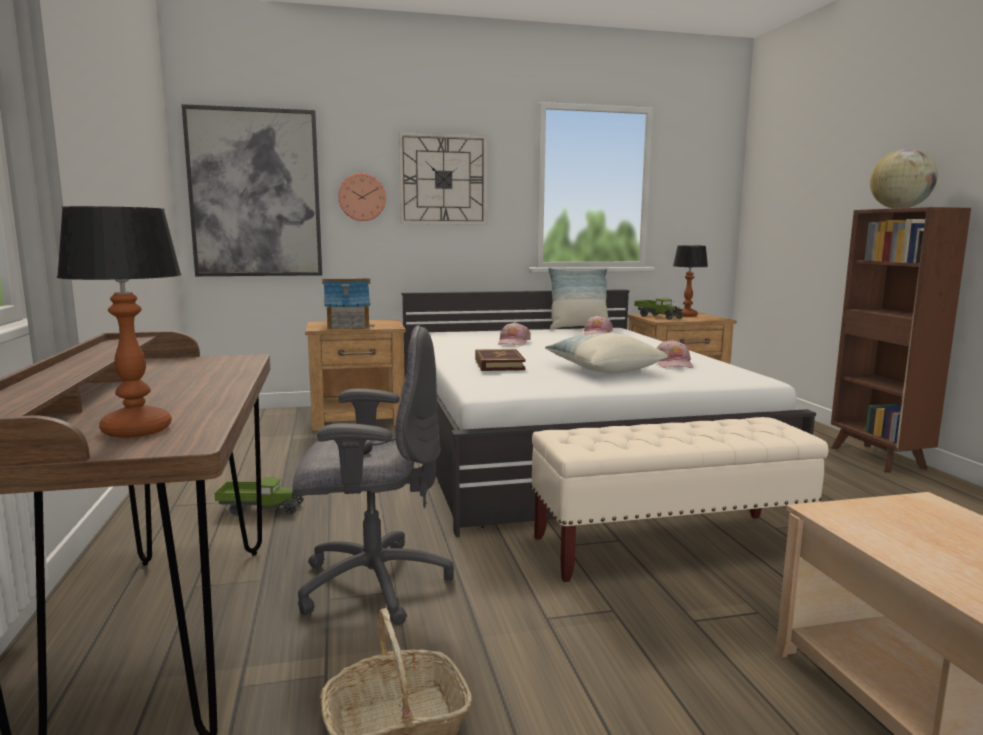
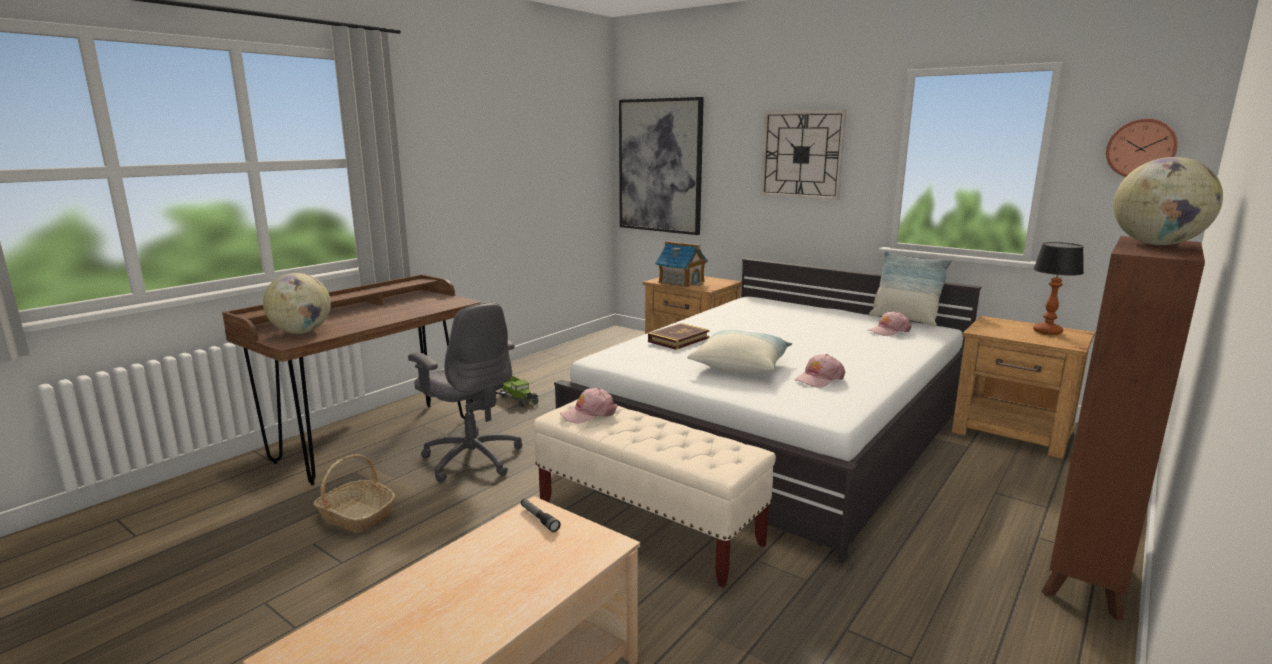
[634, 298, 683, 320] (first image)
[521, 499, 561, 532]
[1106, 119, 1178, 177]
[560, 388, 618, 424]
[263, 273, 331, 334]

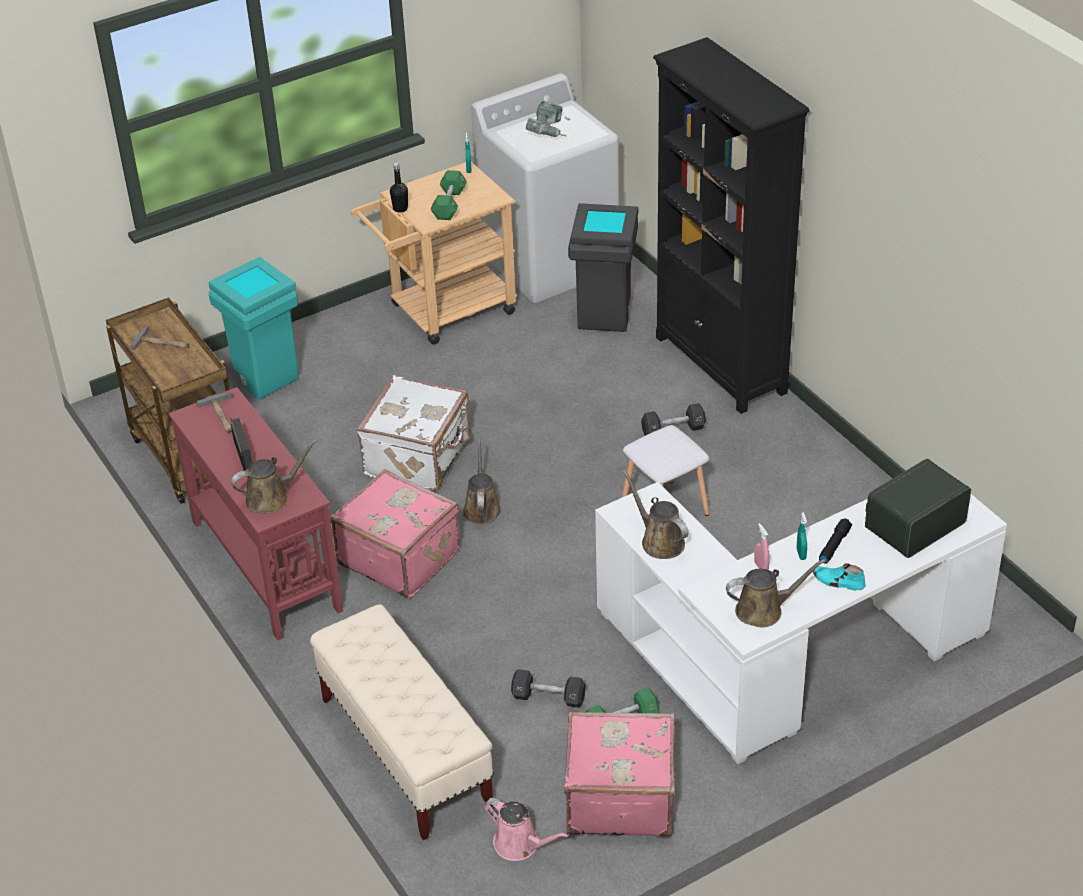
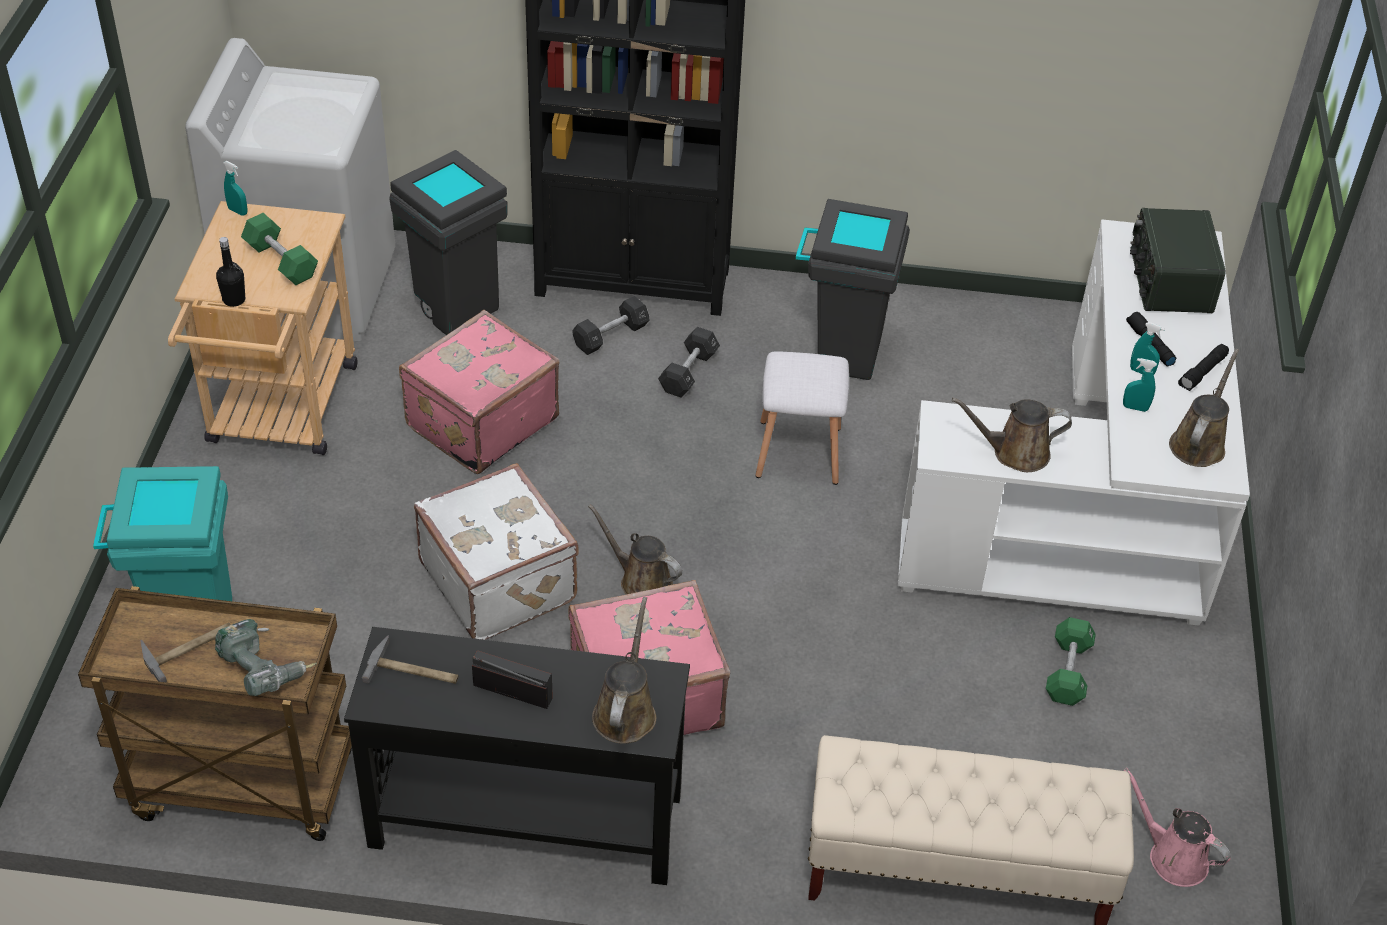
[796, 199, 910, 380]
[572, 296, 650, 355]
[215, 619, 317, 696]
[399, 310, 559, 474]
[1178, 344, 1229, 391]
[344, 627, 690, 885]
[1123, 358, 1157, 412]
[1124, 768, 1231, 887]

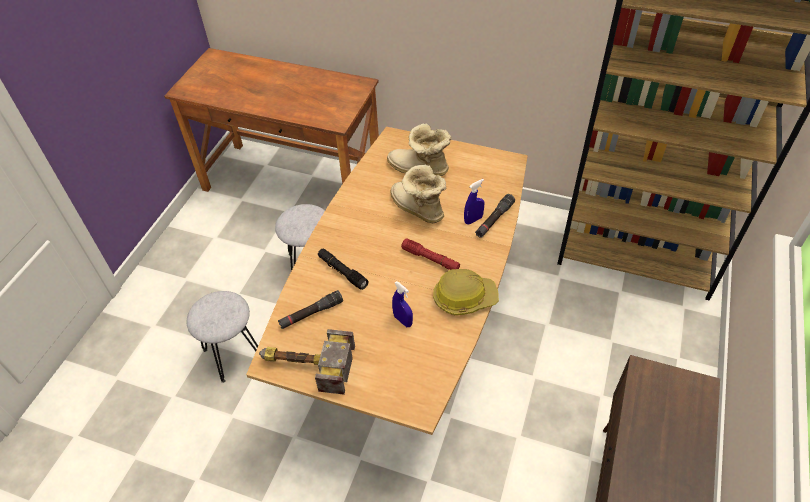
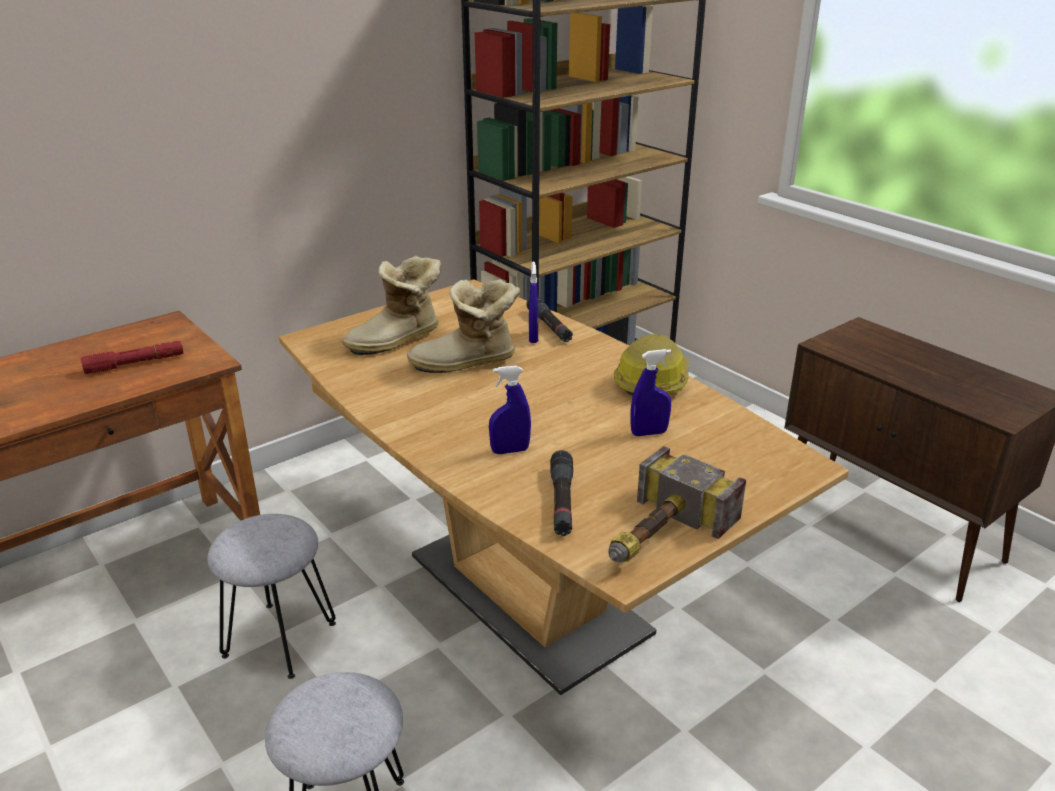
[81, 341, 183, 374]
[489, 366, 531, 454]

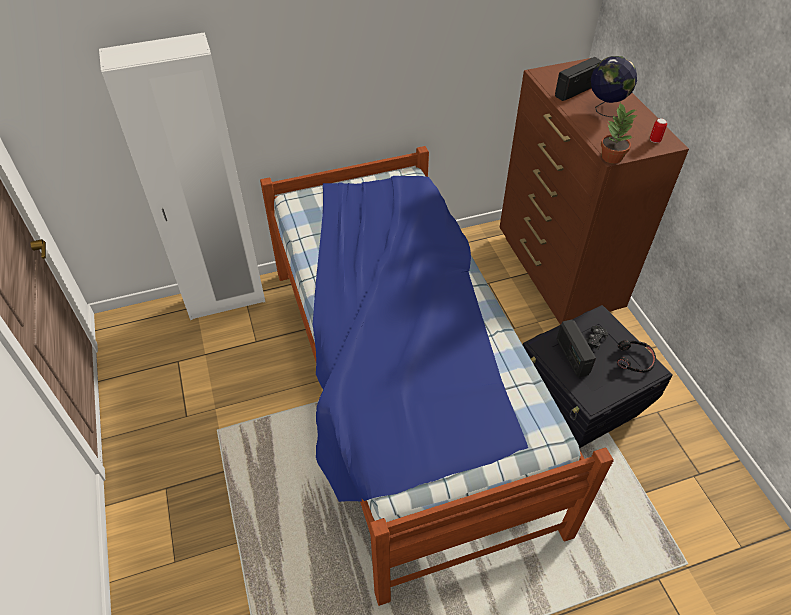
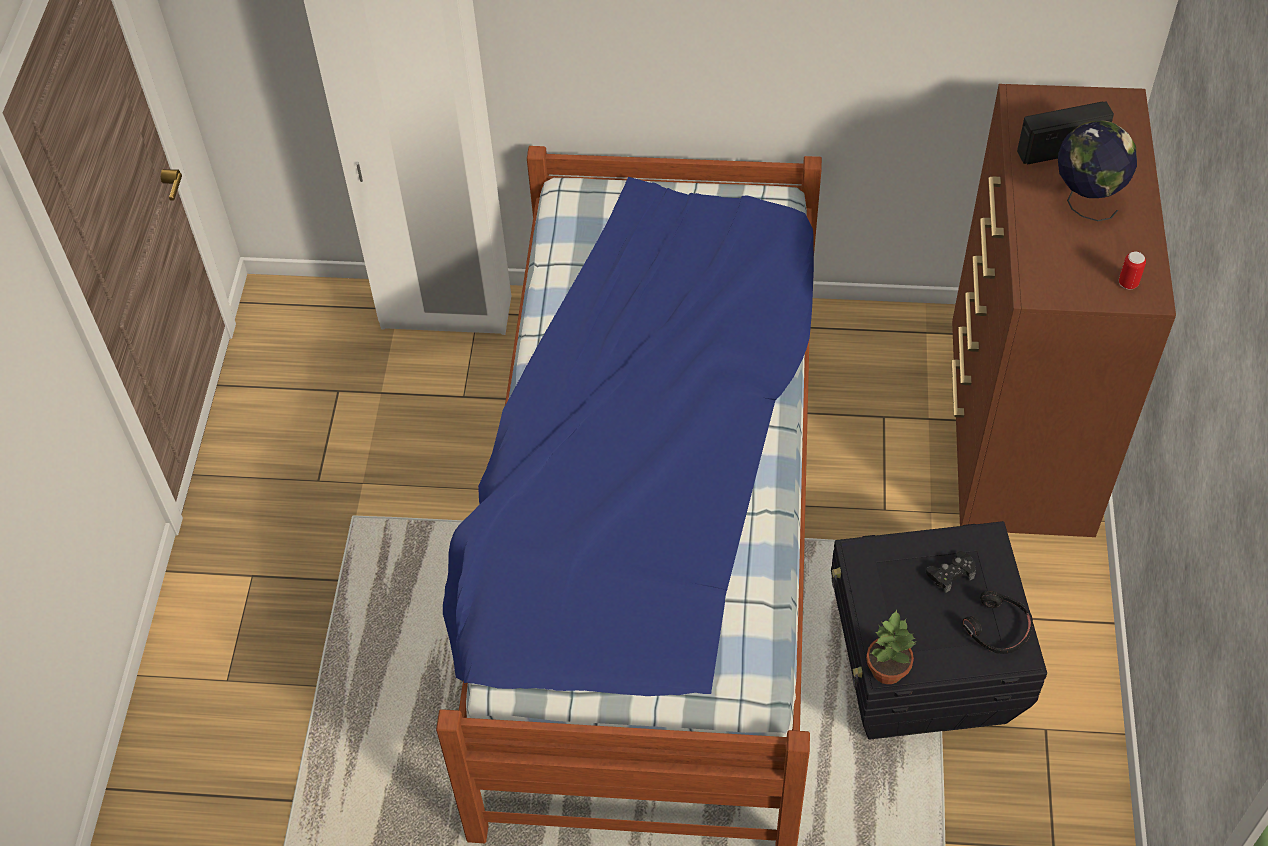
[557, 319, 596, 377] (first image)
[866, 609, 917, 684]

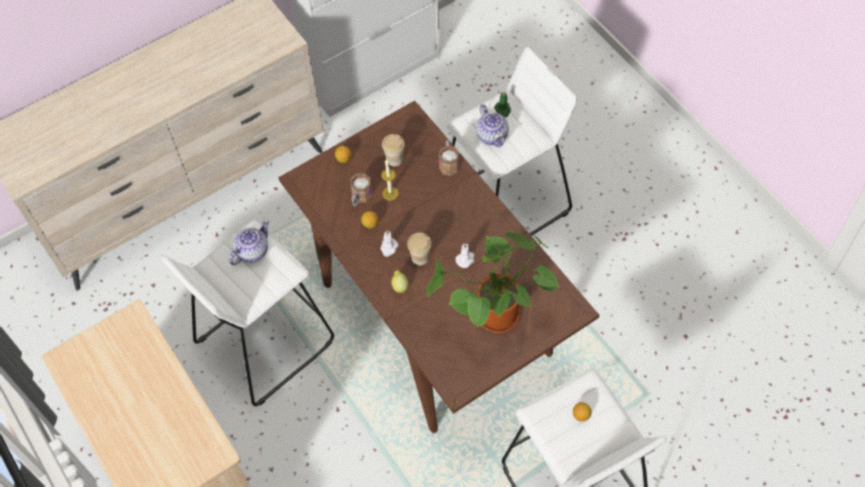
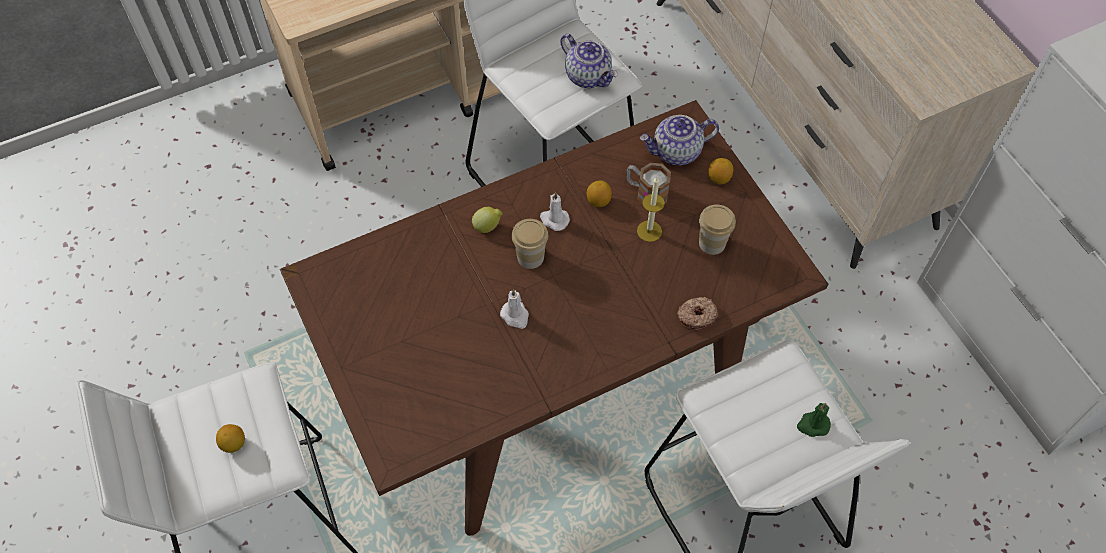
[427, 232, 560, 333] (first image)
[640, 115, 719, 166]
[677, 297, 718, 331]

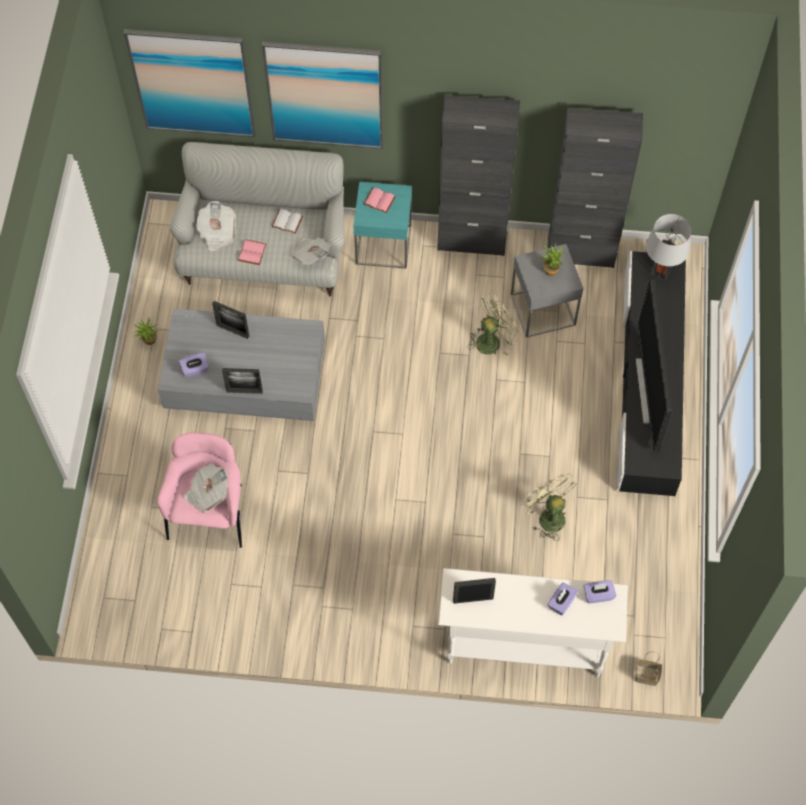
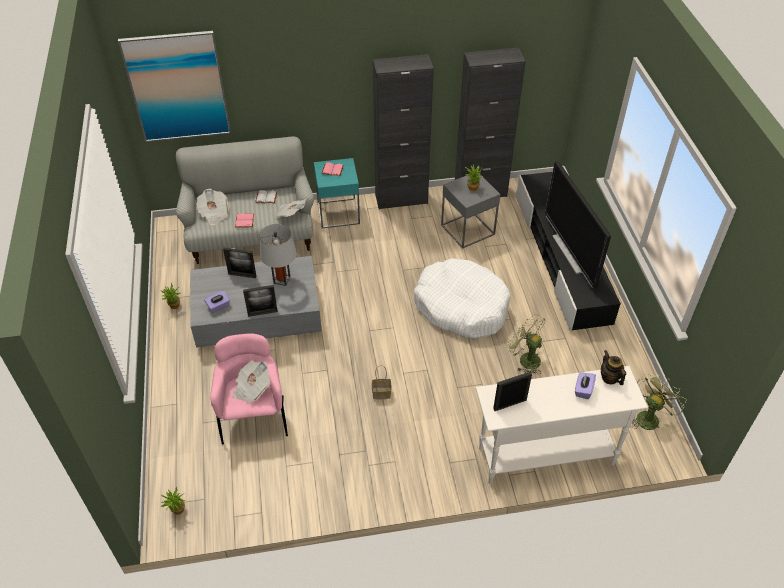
[262, 41, 383, 149] (first image)
[161, 486, 185, 514]
[414, 258, 511, 339]
[632, 373, 687, 430]
[372, 365, 391, 399]
[260, 224, 297, 286]
[601, 350, 626, 385]

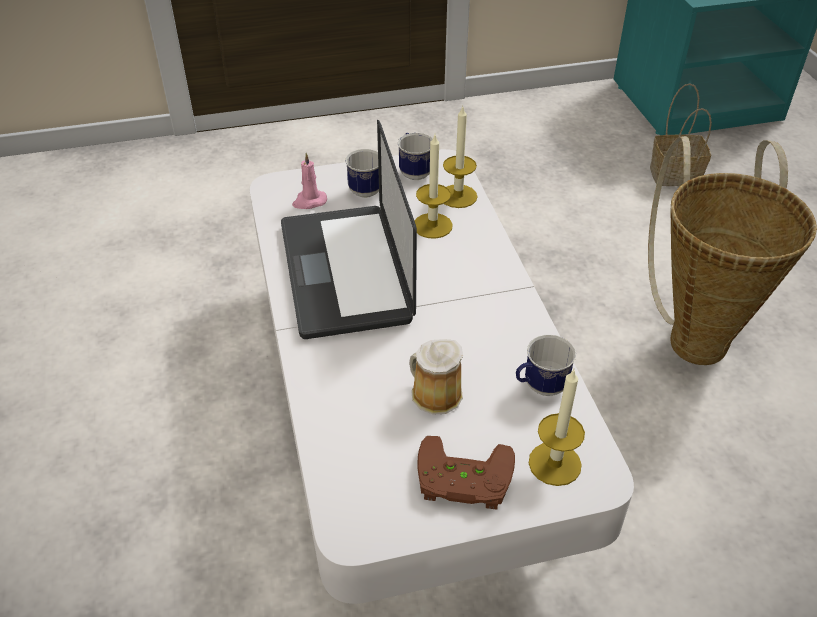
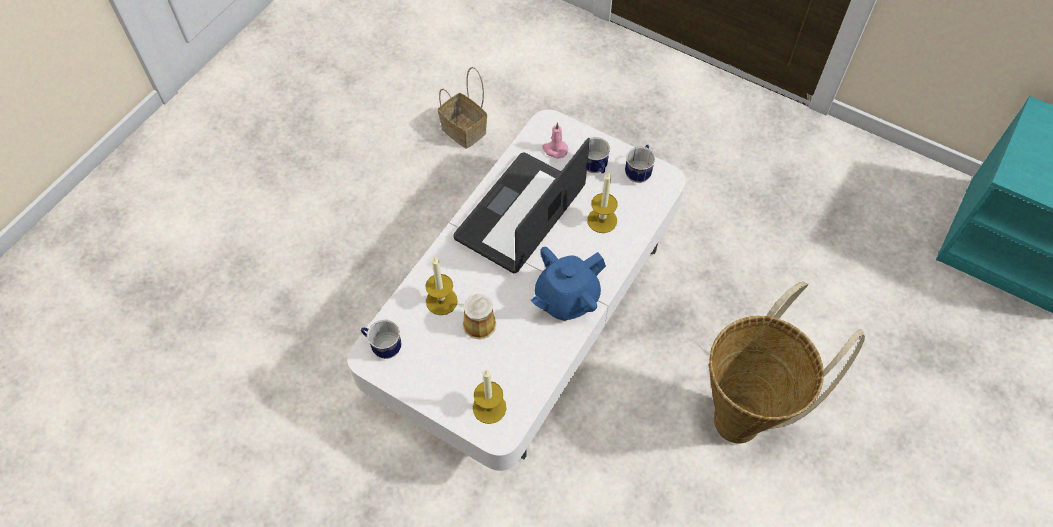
[417, 436, 515, 510] (first image)
[531, 247, 606, 321]
[425, 257, 458, 315]
[361, 319, 401, 359]
[438, 67, 487, 149]

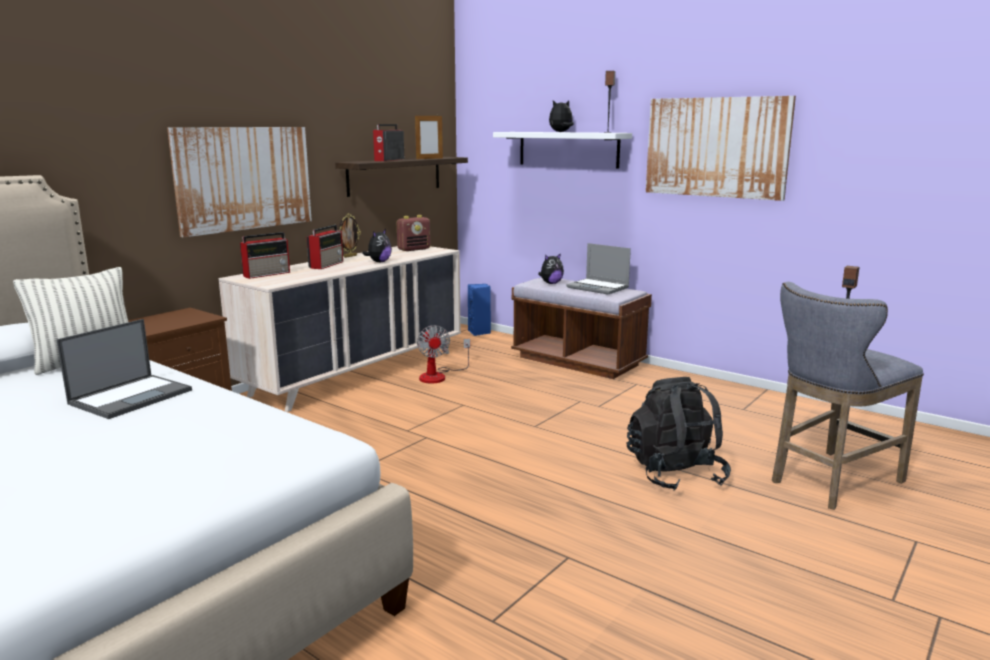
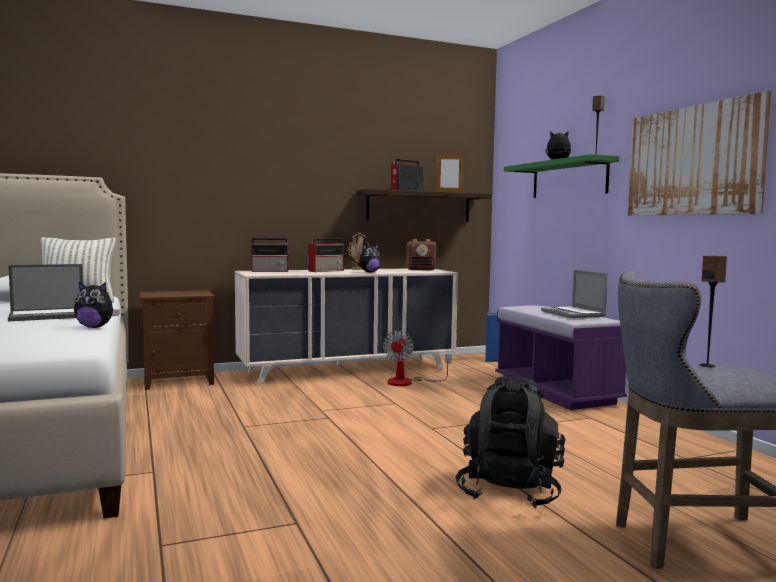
[167, 127, 312, 237] (first image)
[74, 282, 120, 328]
[504, 154, 619, 198]
[495, 305, 627, 410]

